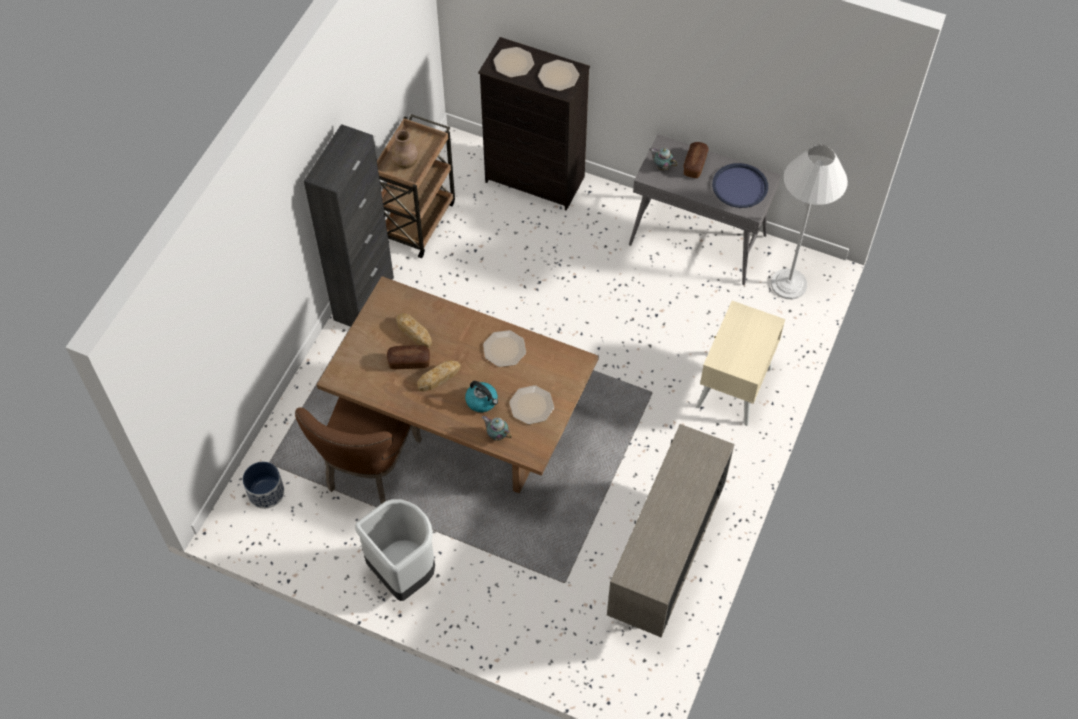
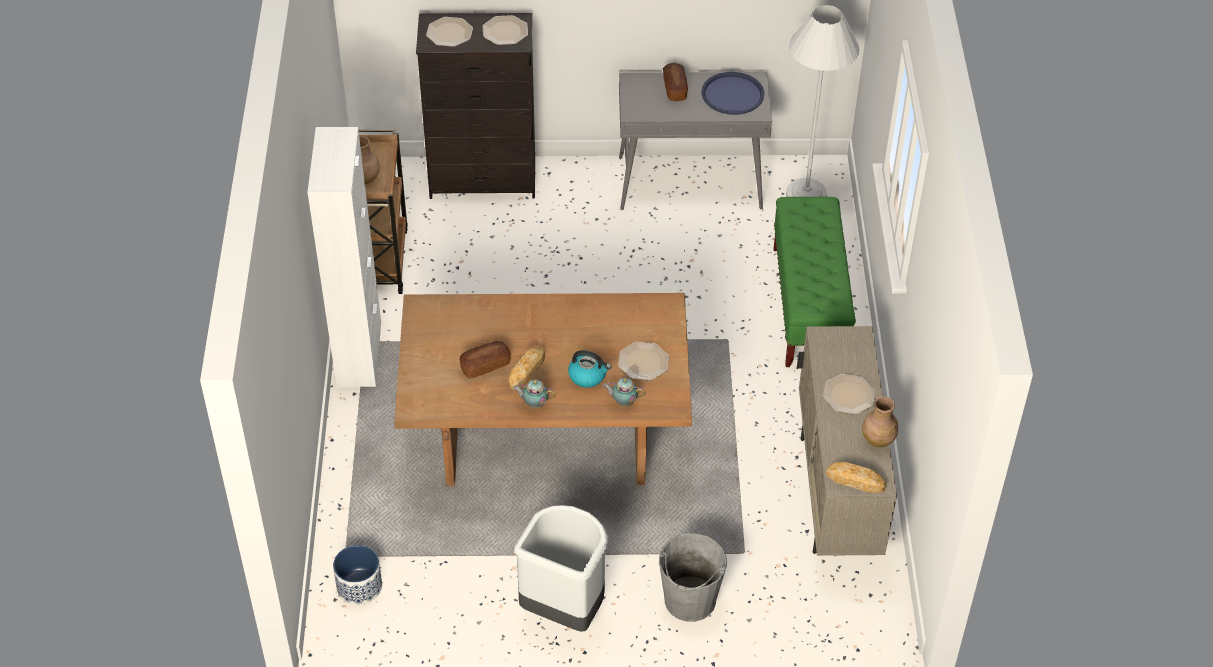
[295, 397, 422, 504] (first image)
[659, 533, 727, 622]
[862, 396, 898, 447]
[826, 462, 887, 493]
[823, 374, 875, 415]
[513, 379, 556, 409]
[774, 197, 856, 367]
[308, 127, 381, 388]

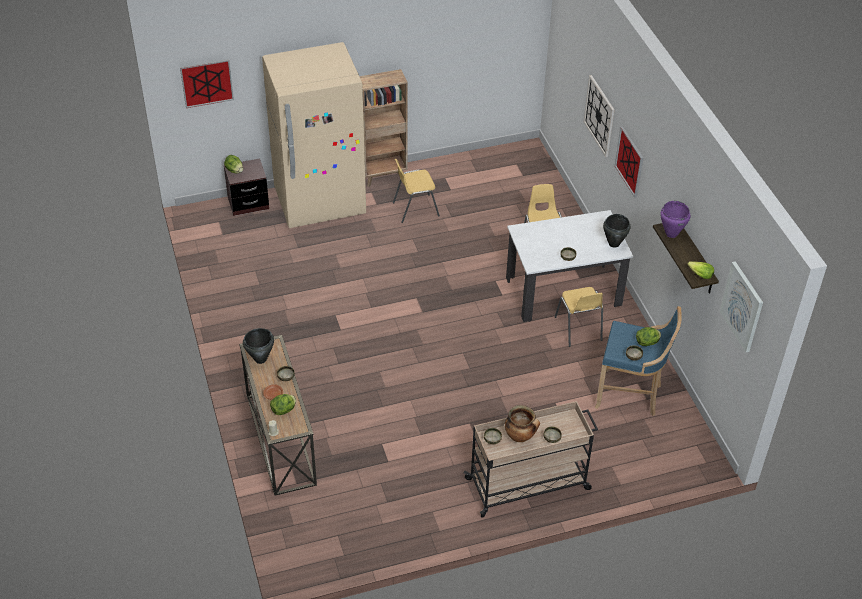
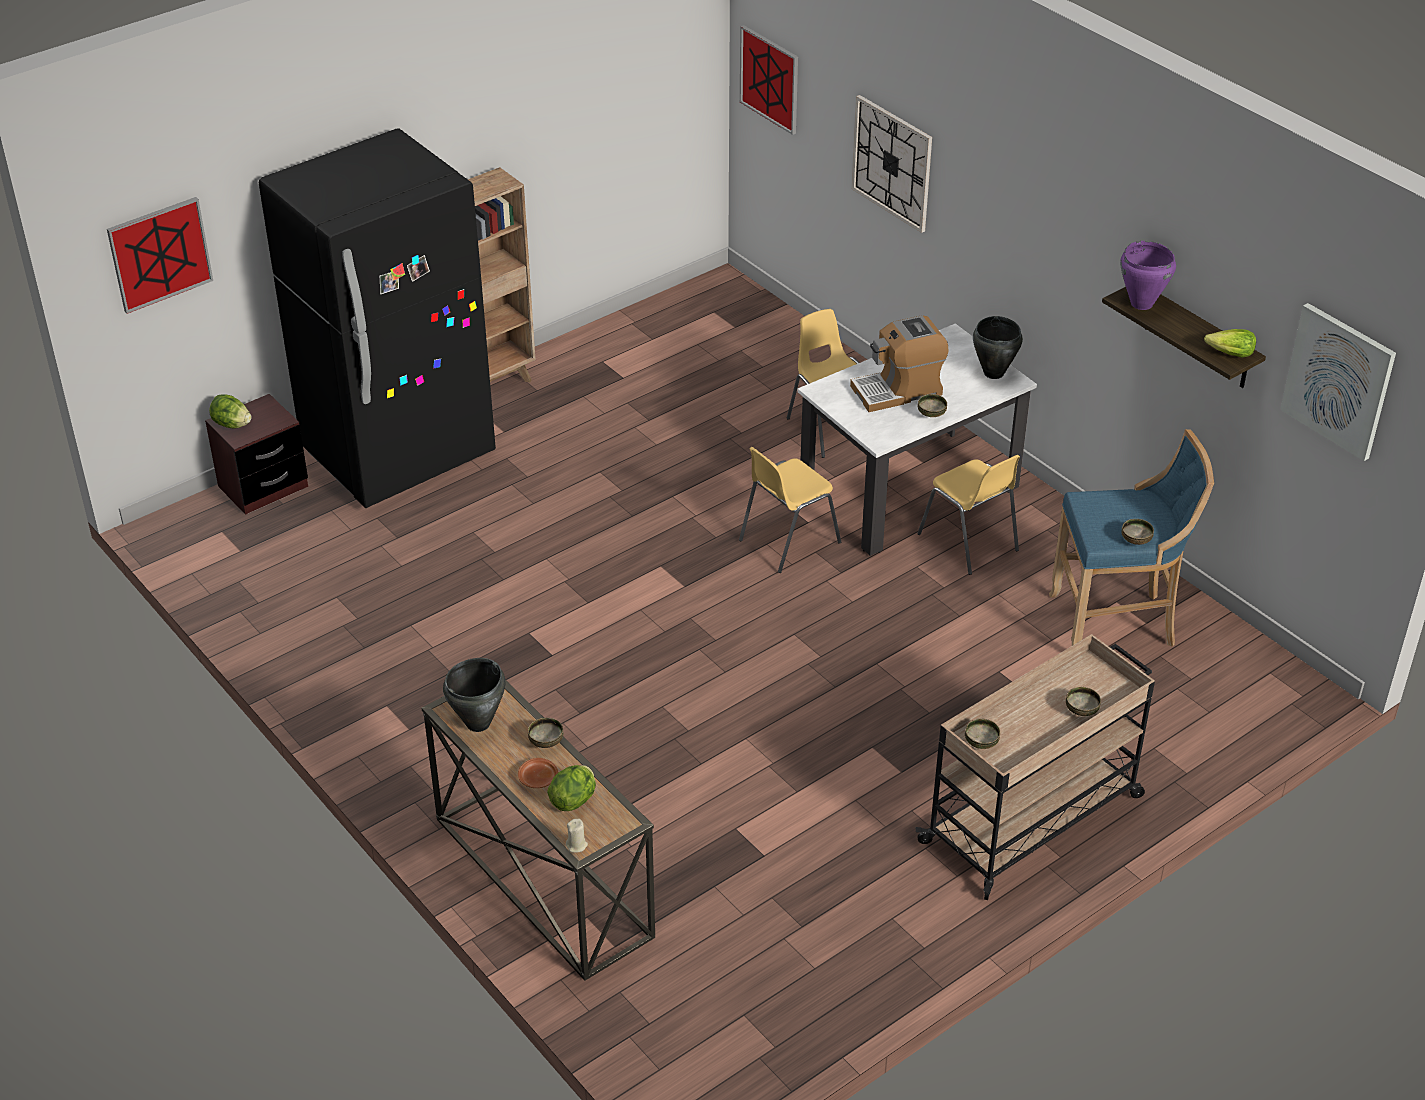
[505, 405, 540, 442] (first image)
[636, 327, 661, 346] (first image)
[850, 315, 949, 412]
[739, 447, 841, 573]
[740, 25, 798, 135]
[259, 128, 496, 508]

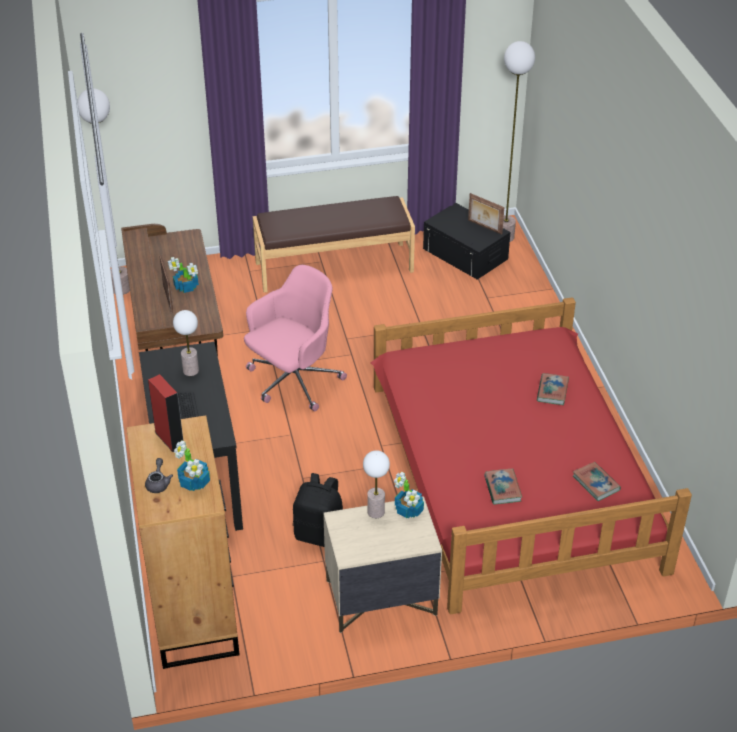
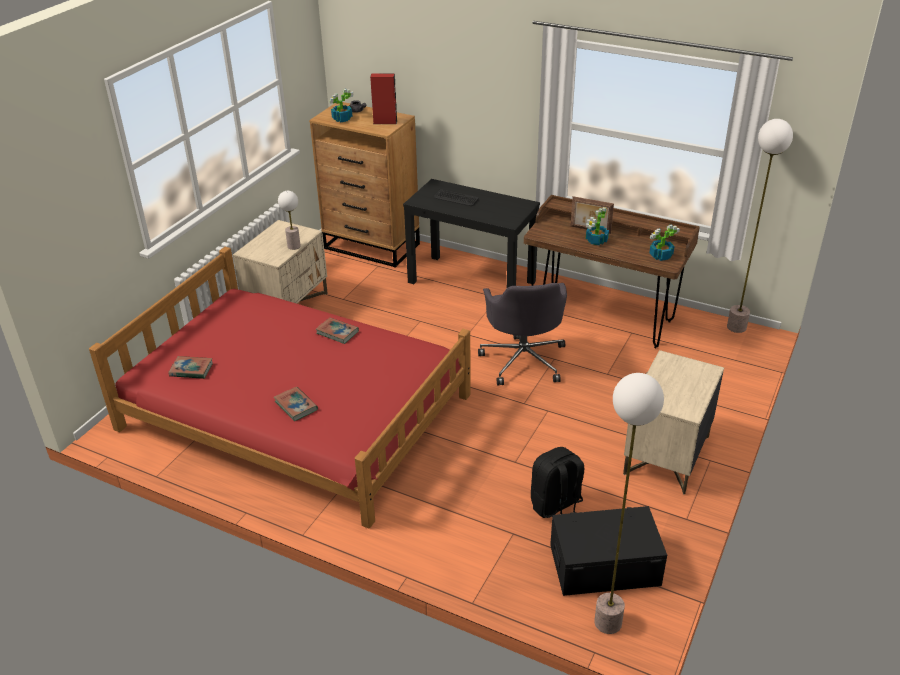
[173, 310, 199, 376] (first image)
[468, 193, 504, 235] (first image)
[531, 447, 584, 518]
[649, 225, 680, 261]
[316, 317, 359, 344]
[623, 350, 724, 494]
[478, 283, 567, 386]

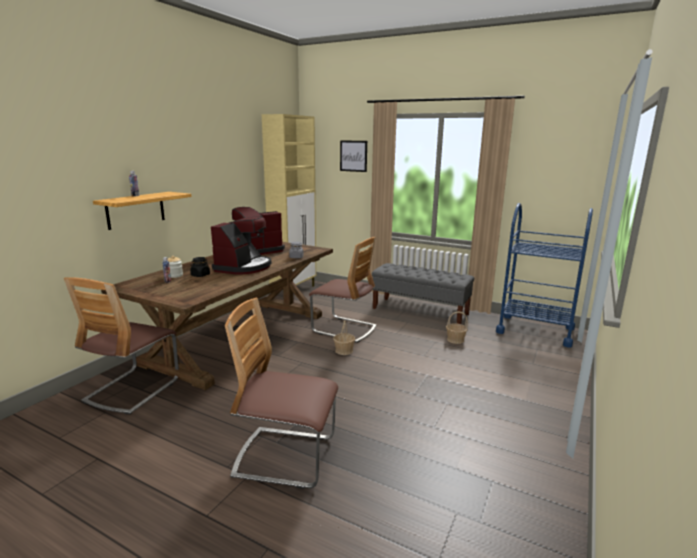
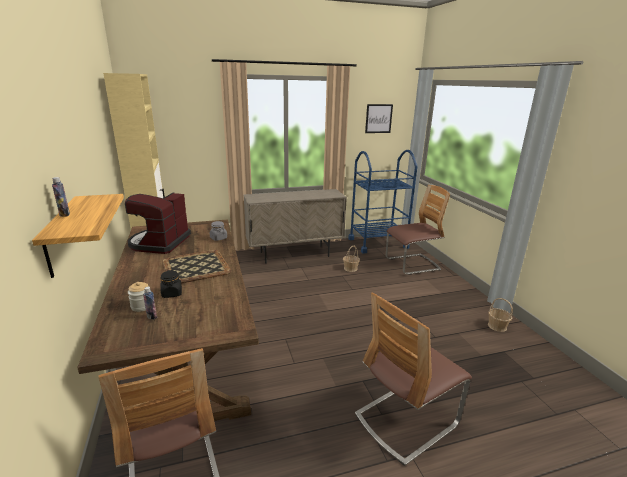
[386, 185, 450, 275]
[488, 298, 513, 332]
[365, 104, 393, 133]
[162, 250, 231, 283]
[243, 189, 347, 264]

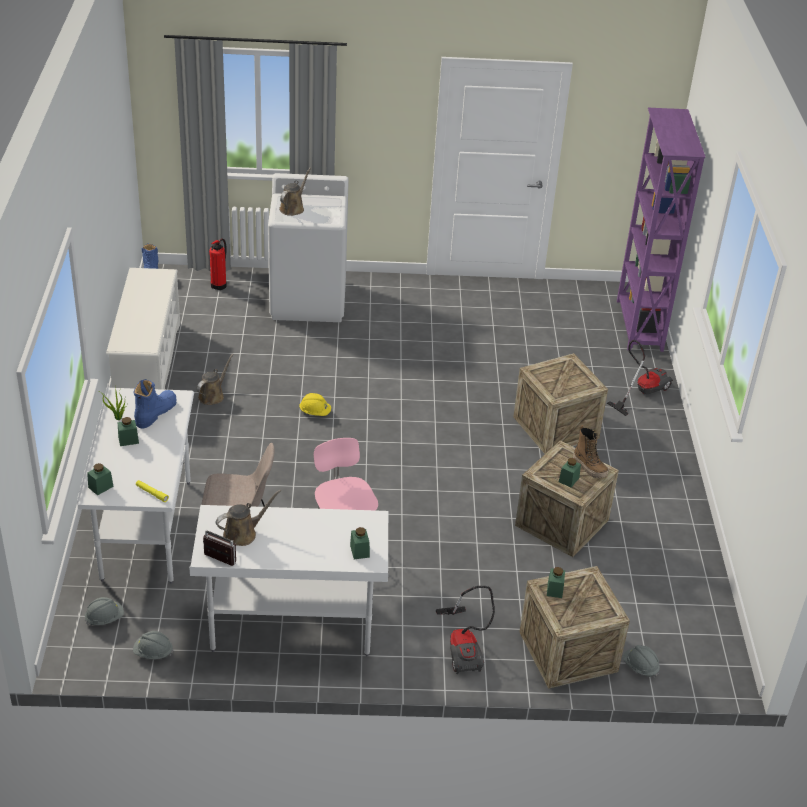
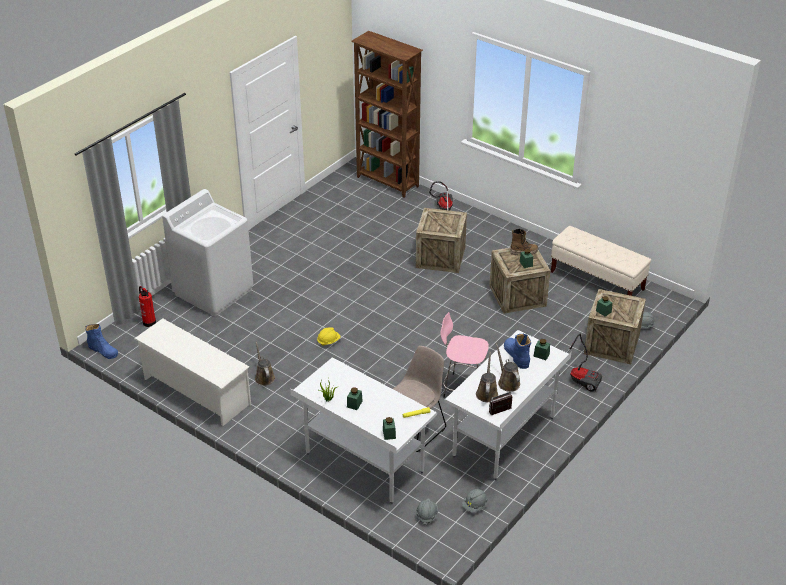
[551, 226, 651, 296]
[504, 334, 531, 369]
[496, 343, 520, 392]
[351, 31, 423, 197]

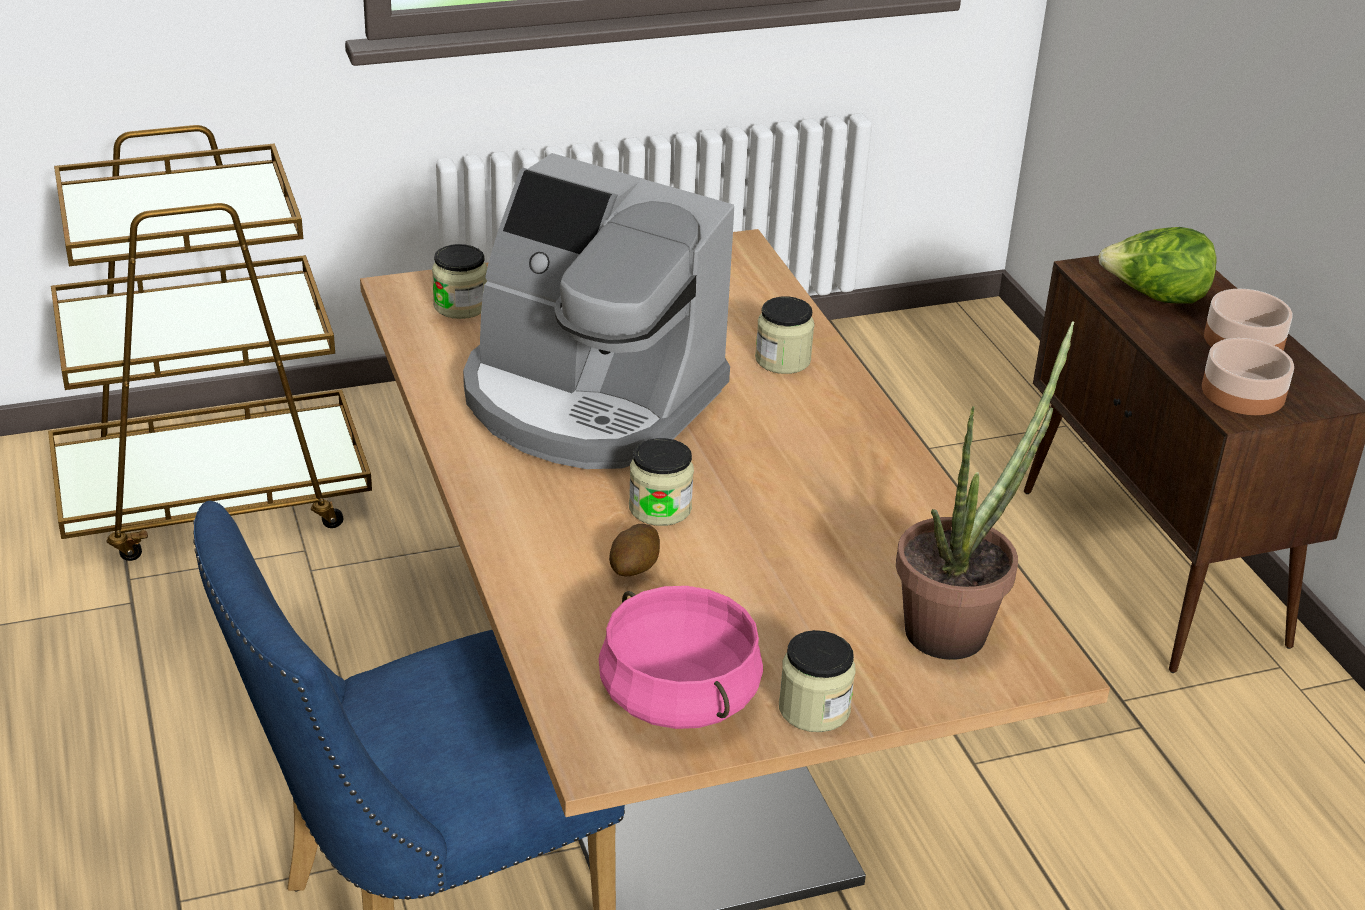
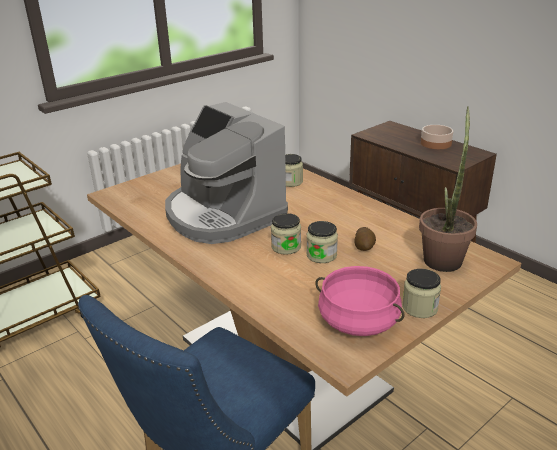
[1098, 227, 1217, 303] (first image)
[1202, 338, 1294, 415] (first image)
[306, 221, 338, 263]
[354, 227, 376, 251]
[165, 102, 288, 244]

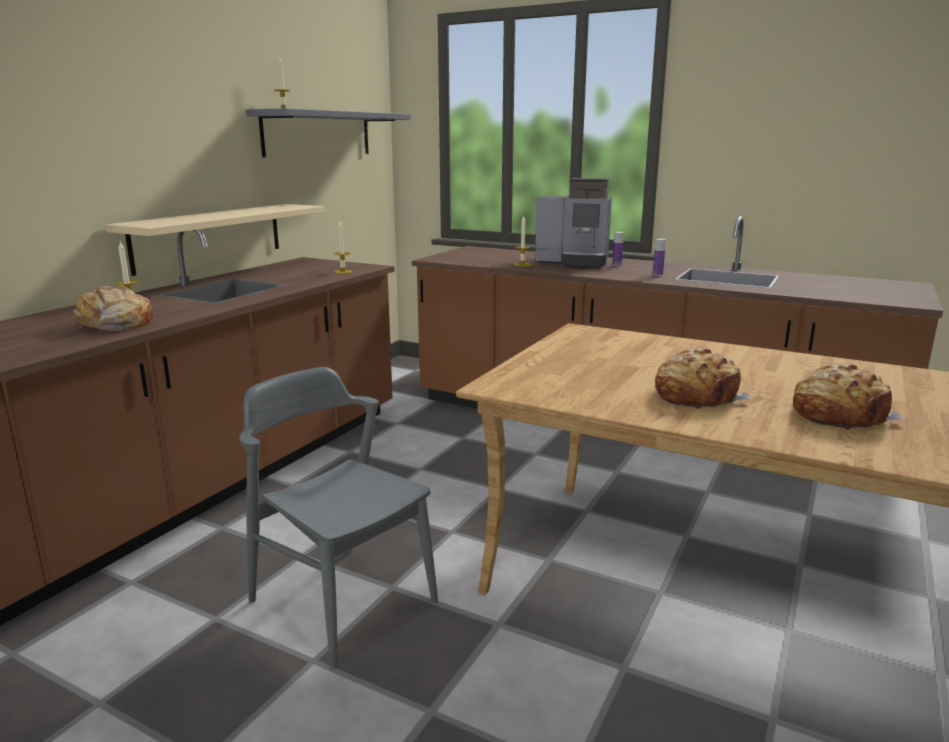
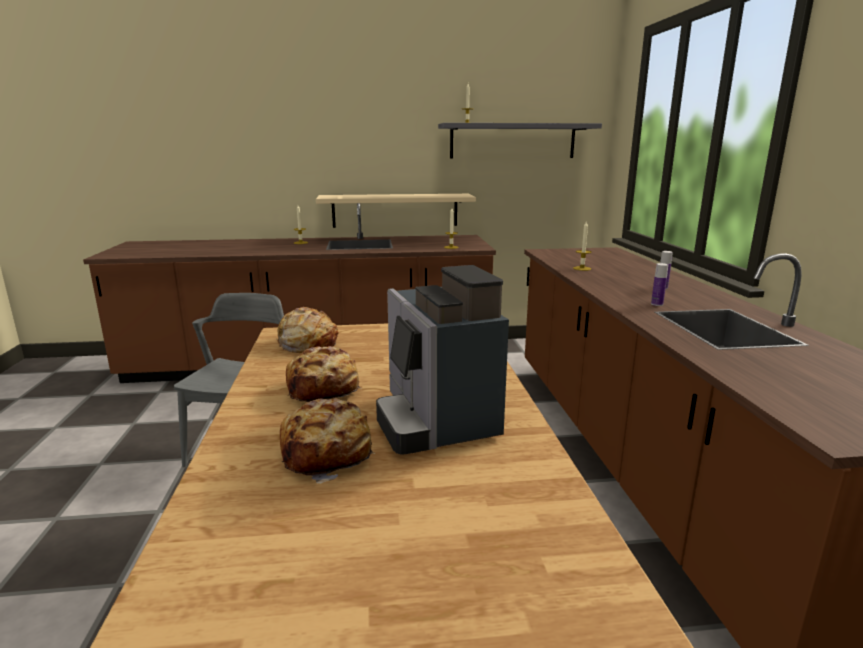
[276, 307, 339, 353]
[376, 265, 509, 455]

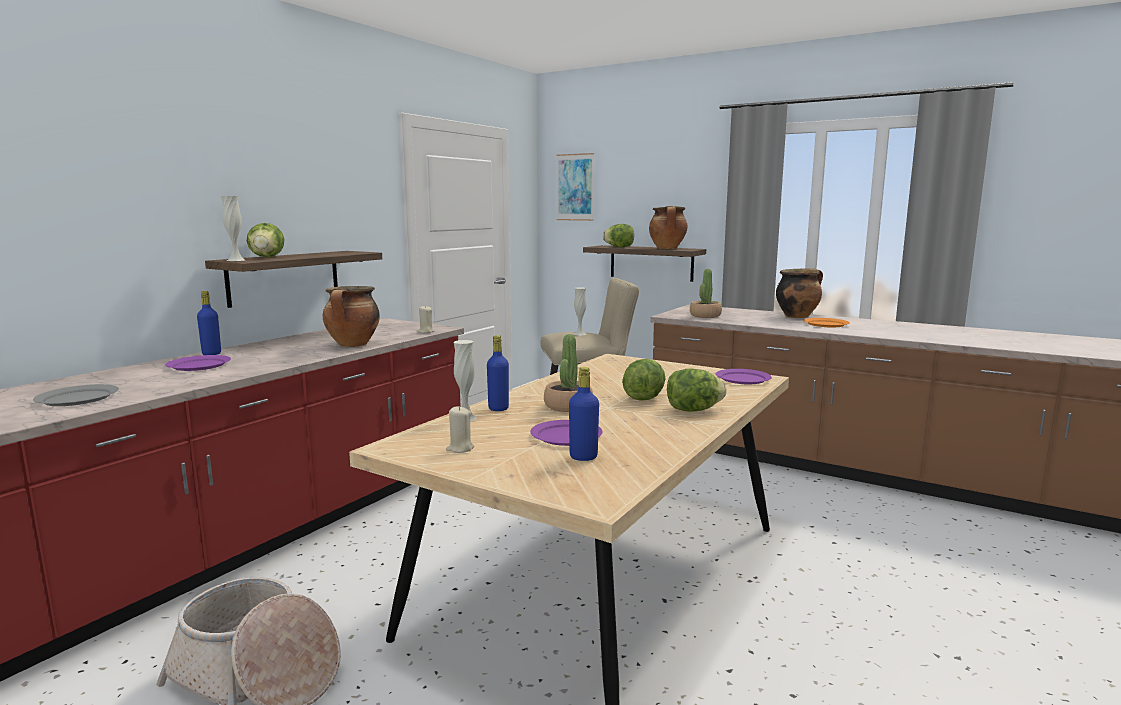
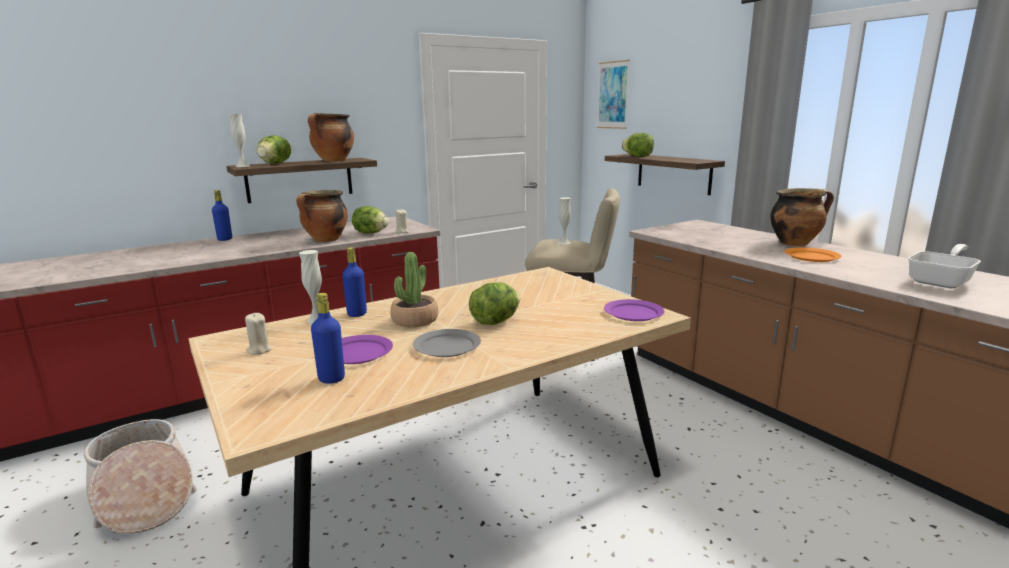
[165, 355, 231, 371] (first image)
[690, 269, 722, 318] (first image)
[908, 244, 981, 289]
[413, 329, 481, 357]
[308, 113, 354, 162]
[352, 206, 389, 233]

